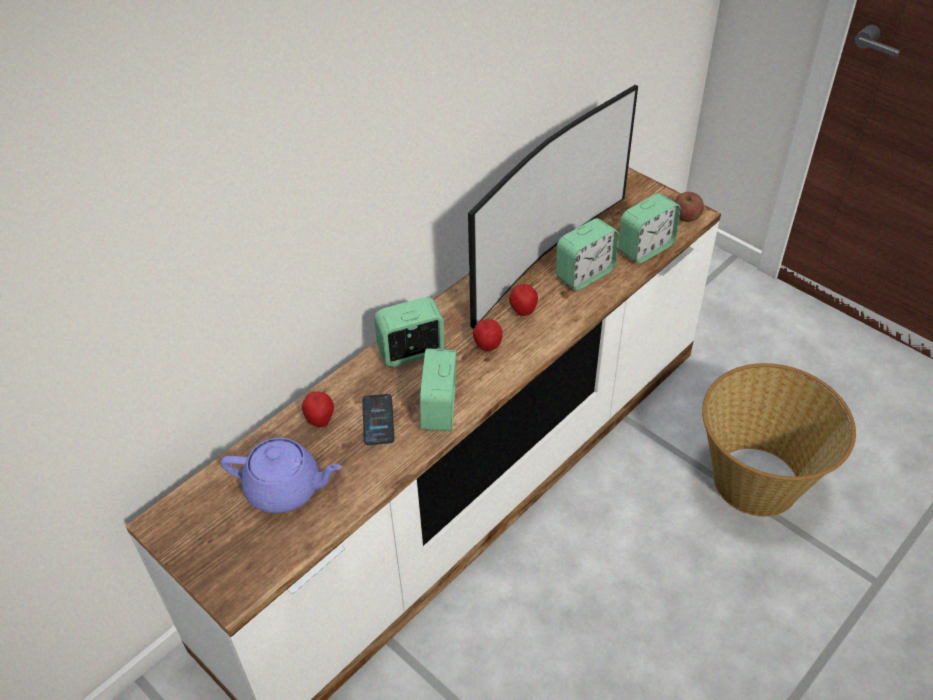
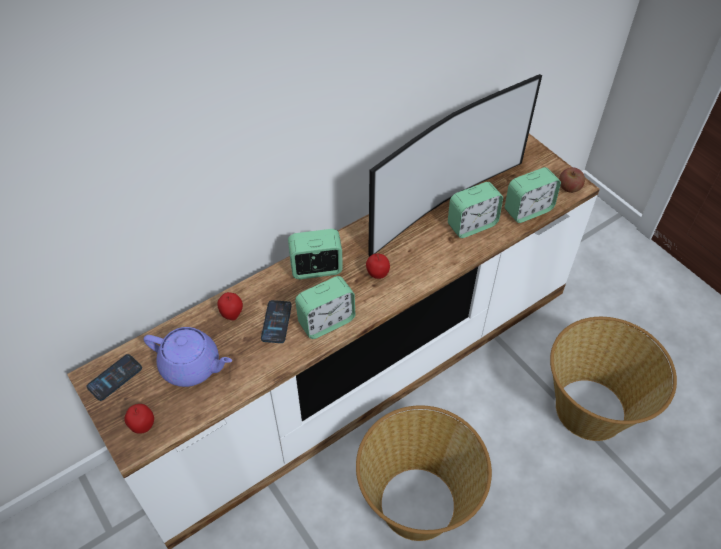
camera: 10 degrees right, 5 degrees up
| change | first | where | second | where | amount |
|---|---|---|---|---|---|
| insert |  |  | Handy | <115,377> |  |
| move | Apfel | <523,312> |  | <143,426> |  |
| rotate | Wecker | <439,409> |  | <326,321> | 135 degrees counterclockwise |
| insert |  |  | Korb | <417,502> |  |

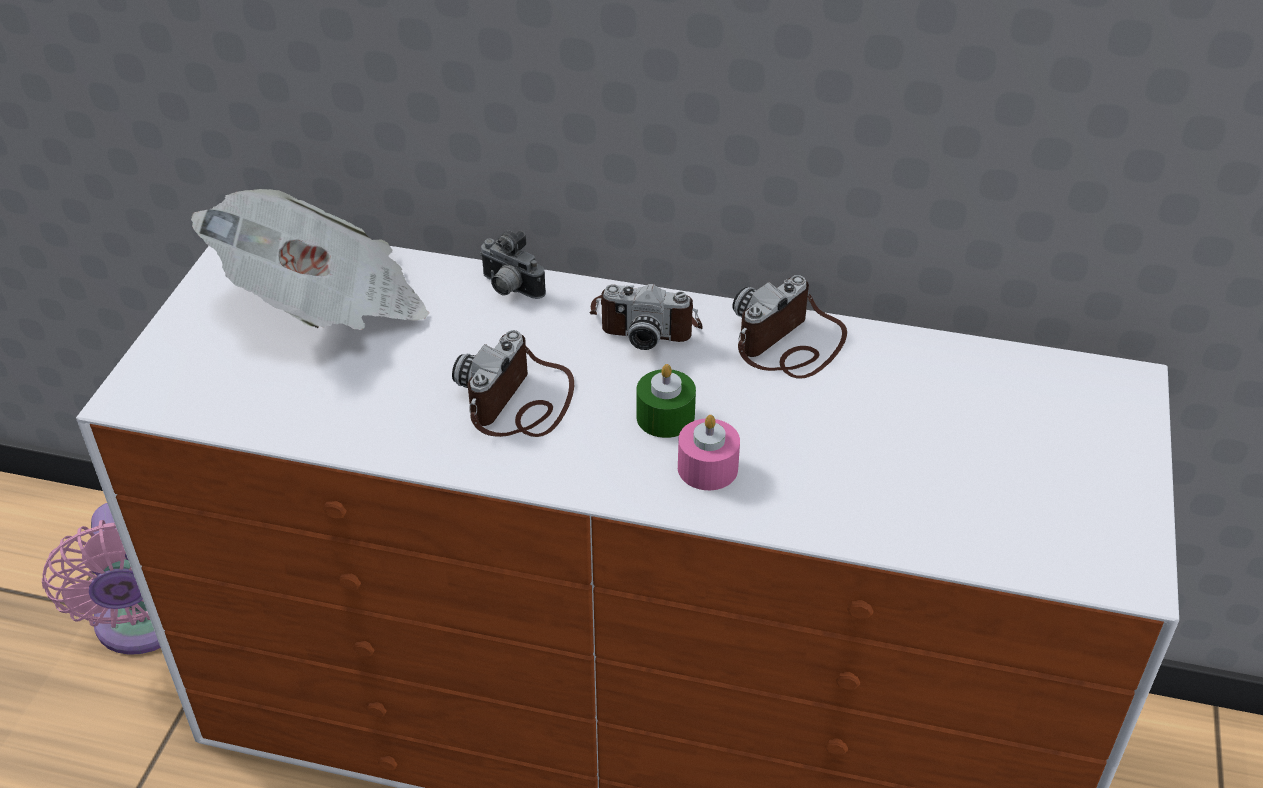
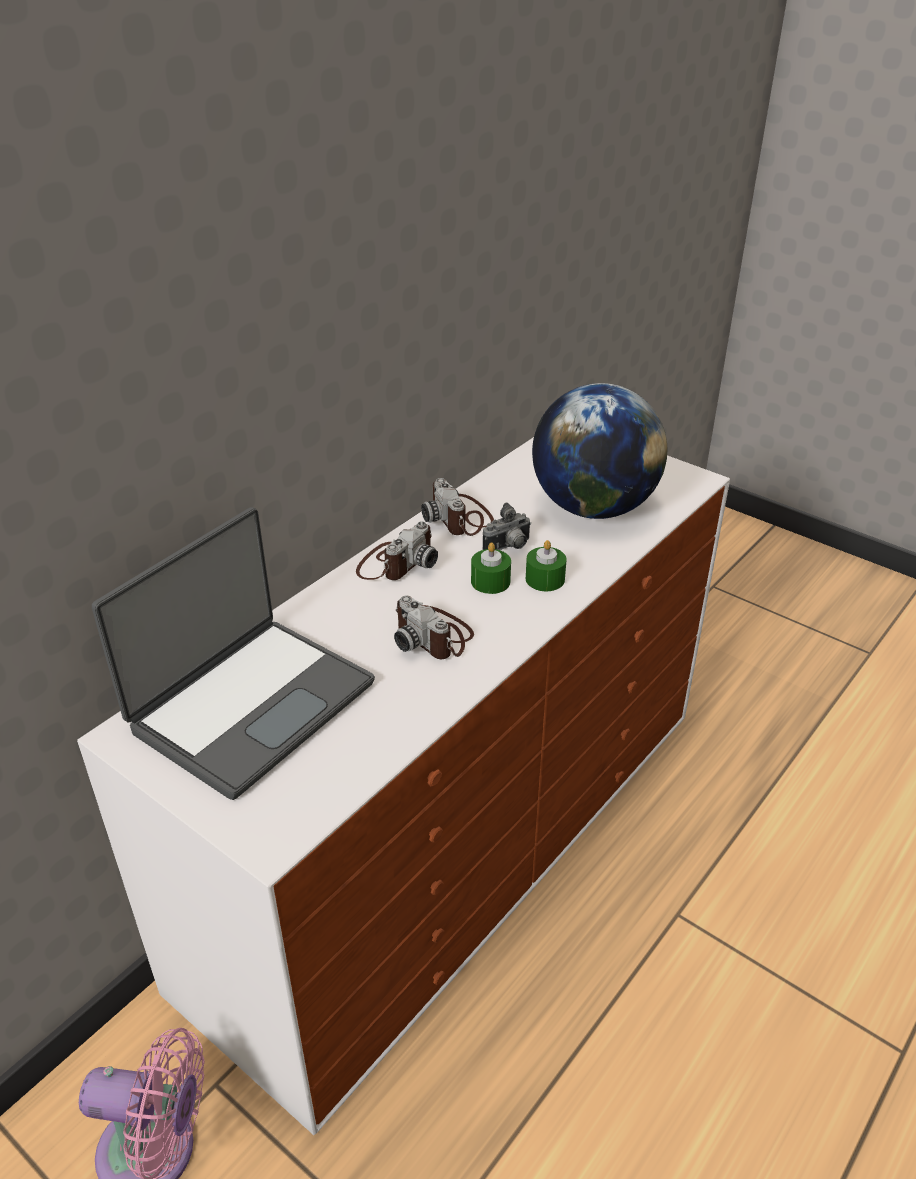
camera: 65 degrees left, 5 degrees down
| change | first | where | second | where | amount |
|---|---|---|---|---|---|
| replace | Zeitung | <325,306> | Laptop | <250,704> |  |
| move | Kamera | <509,289> |  | <509,547> |  |
| recolor | Kerze/rosa | <707,468> | Kerze/grün | <545,579> |  |
| insert |  |  | Globus | <593,508> |  |

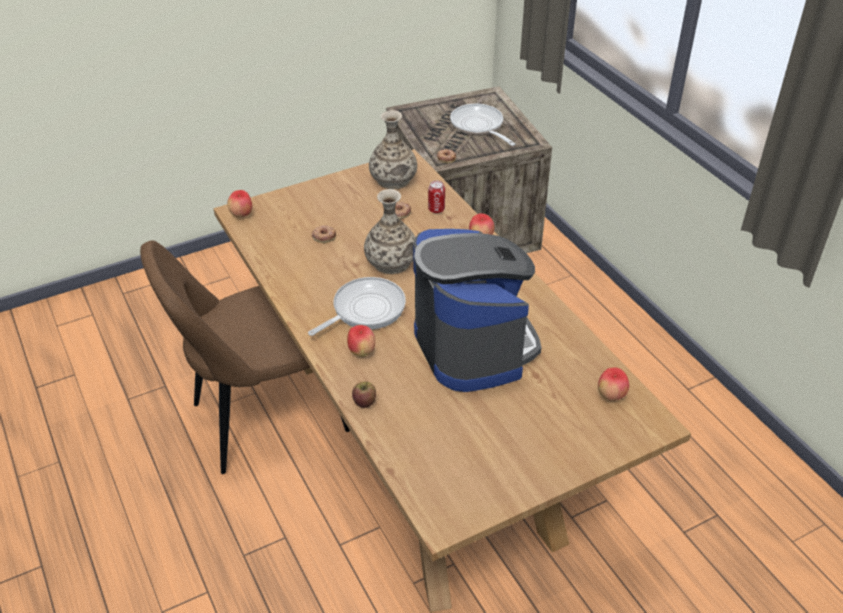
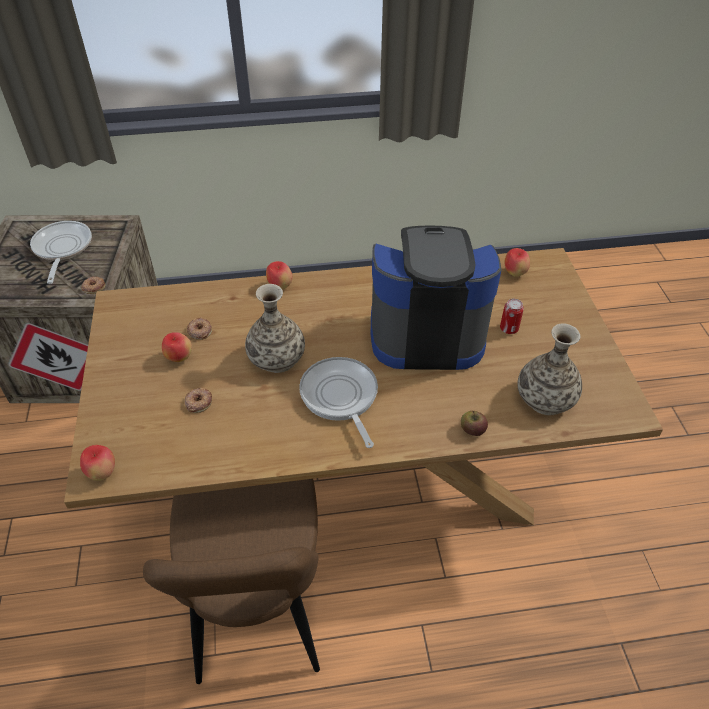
camera: 70 degrees left, 5 degrees up
| change | first | where | second | where | amount |
|---|---|---|---|---|---|
| rotate | Pfanne | <479,126> |  | <62,249> | 90 degrees clockwise |
| move | Apfel | <362,352> |  | <179,358> |  |
| move | Dose | <436,209> |  | <509,328> |  |
| move | Vase | <393,179> |  | <545,399> |  |

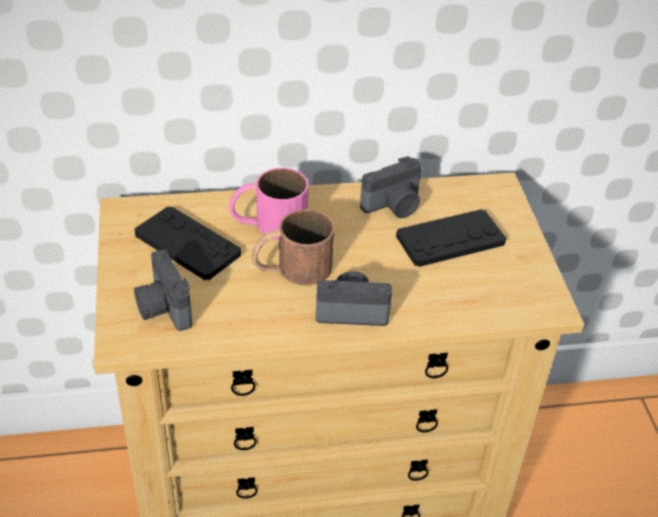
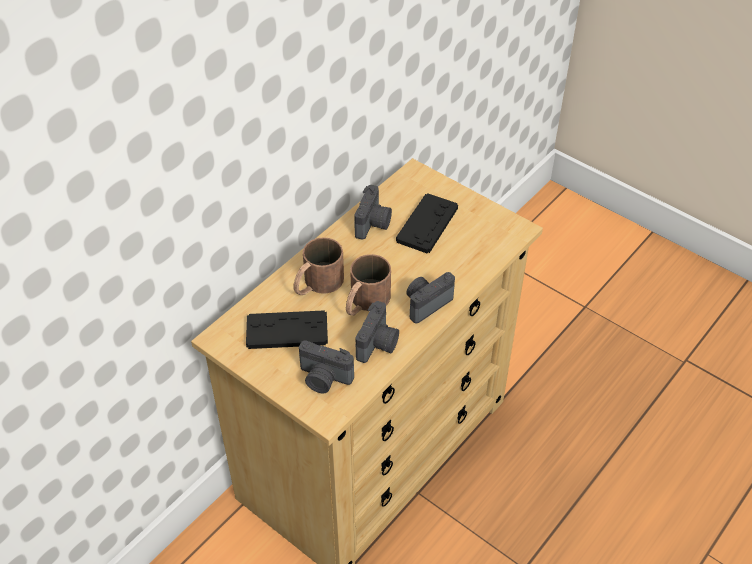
camera: 40 degrees left, 5 degrees up
| change | first | where | second | where | amount |
|---|---|---|---|---|---|
| recolor | Henkelbecher/rosa | <268,223> | Henkelbecher/braun | <317,284> |  |
| insert |  |  | Kamera | <378,344> |  |

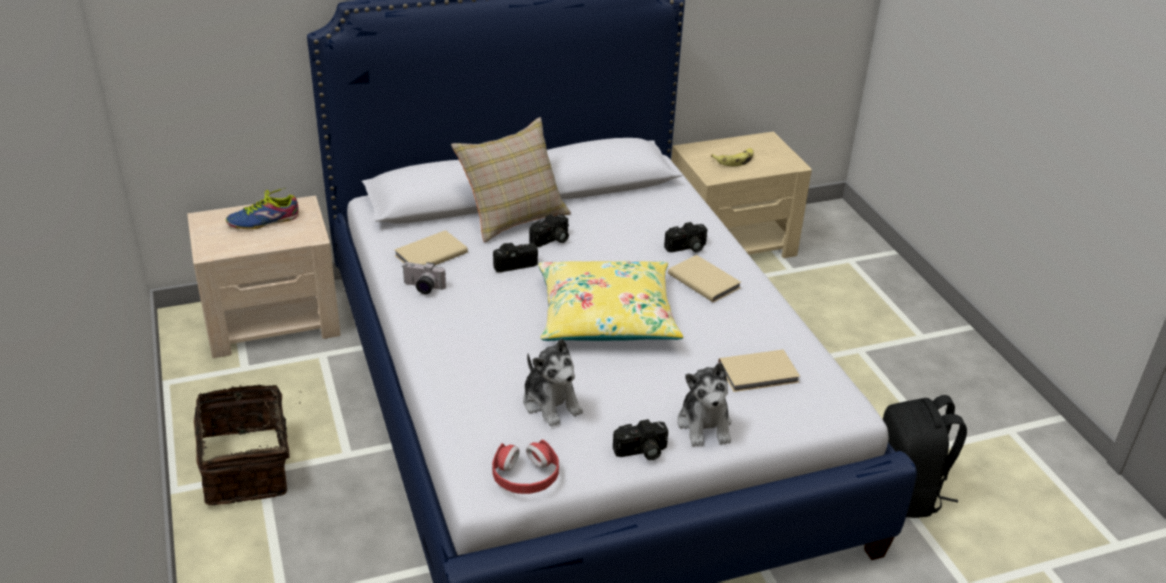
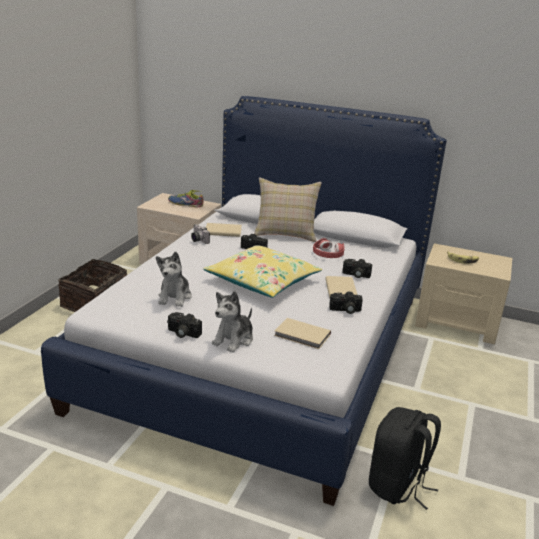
camera: 40 degrees right, 10 degrees down
| change | first | where | second | where | amount |
|---|---|---|---|---|---|
| move | Kopfhörer/rot | <525,476> |  | <328,254> |  |
| move | Kamera | <551,240> |  | <345,310> |  |

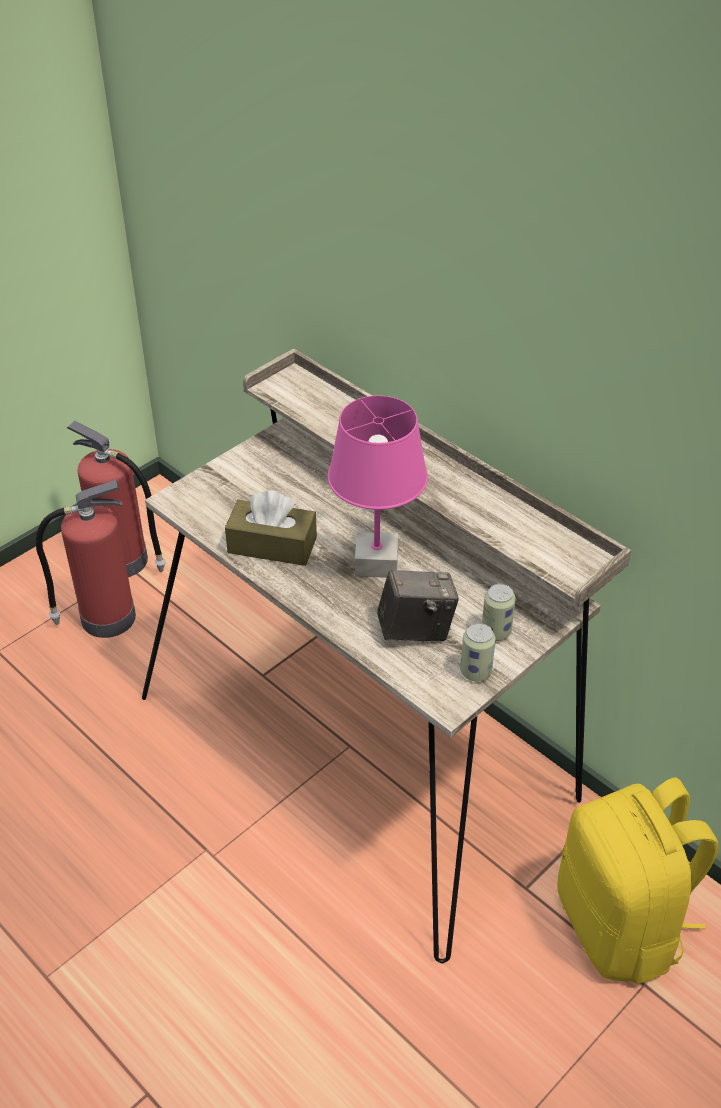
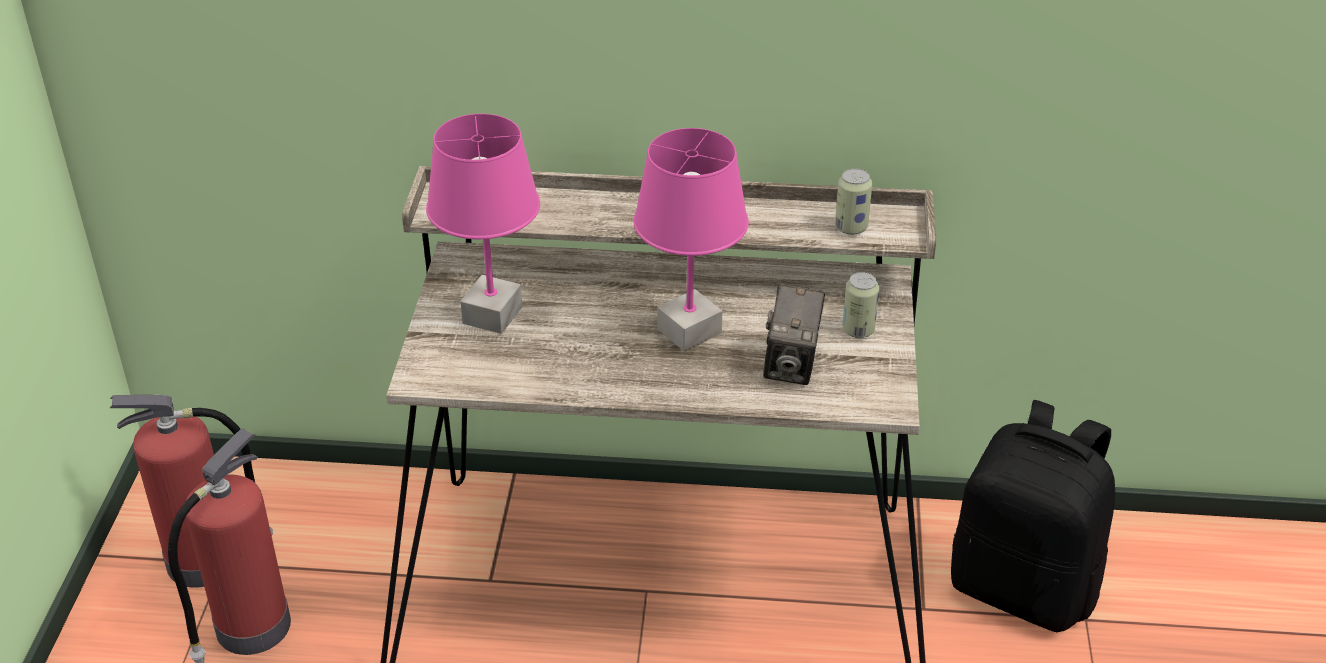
camera: 40 degrees left, 5 degrees down
| change | first | where | second | where | amount |
|---|---|---|---|---|---|
| insert |  |  | Tischlampe/rosa | <492,314> |  |
| rotate | Kamera | <415,629> |  | <791,365> | 150 degrees clockwise |
| move | Dose | <475,672> |  | <851,227> |  |
| recolor | Rucksack/gelb | <621,925> | Rucksack/schwarz | <1024,587> |  |
| delete | Taschentuchbox/braun | <272,545> |  |  |  |

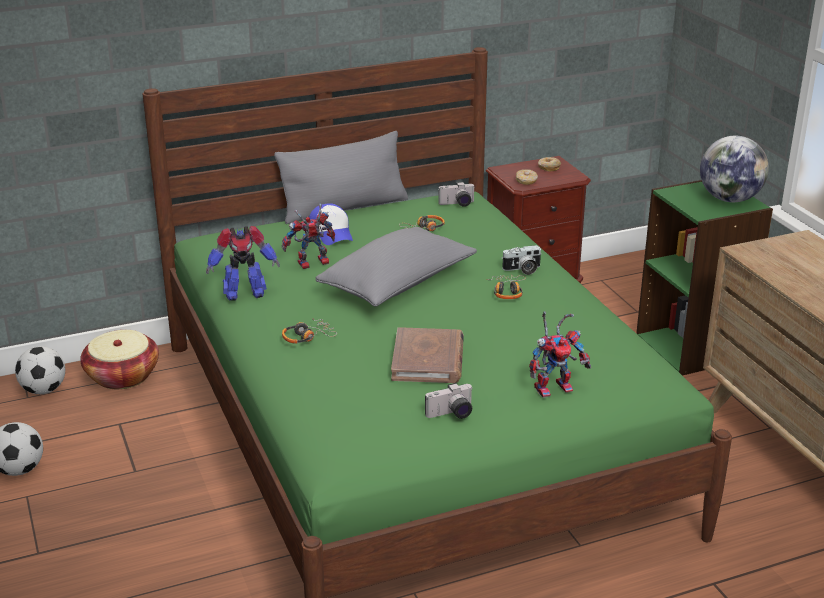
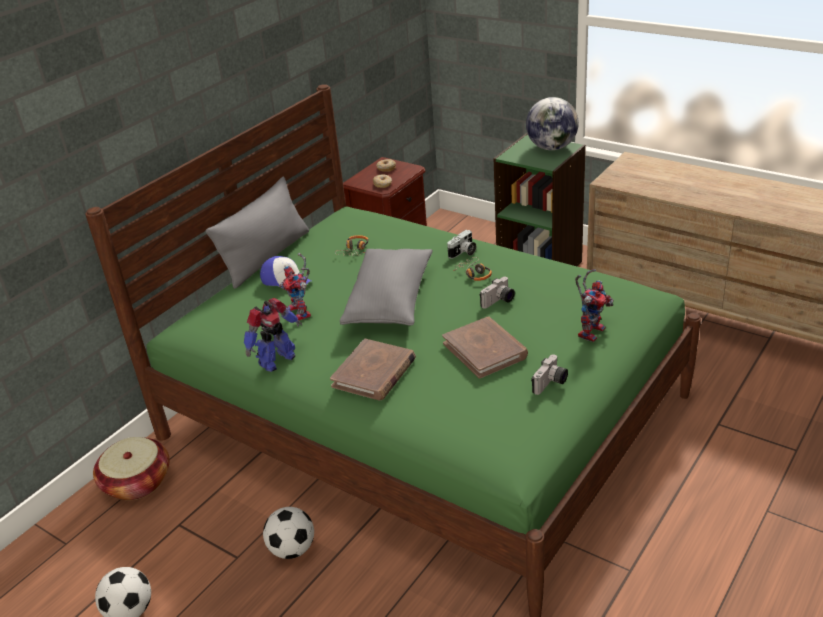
camera: 30 degrees left, 5 degrees up
| change | first | where | second | where | amount |
|---|---|---|---|---|---|
| move | Fußball | <44,390> |  | <292,549> |  |
| rotate | Spielzeugroboter | <311,264> |  | <302,313> | 60 degrees counterclockwise |
| replace | Kopfhörer | <307,337> | Buch/braun | <374,373> |  |
| move | Kamera | <457,204> |  | <499,301> |  |

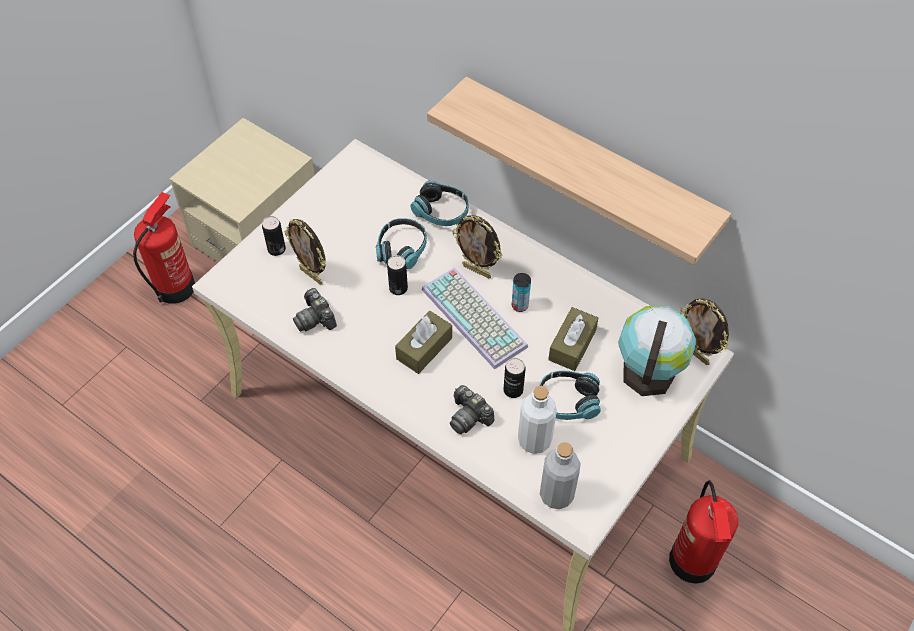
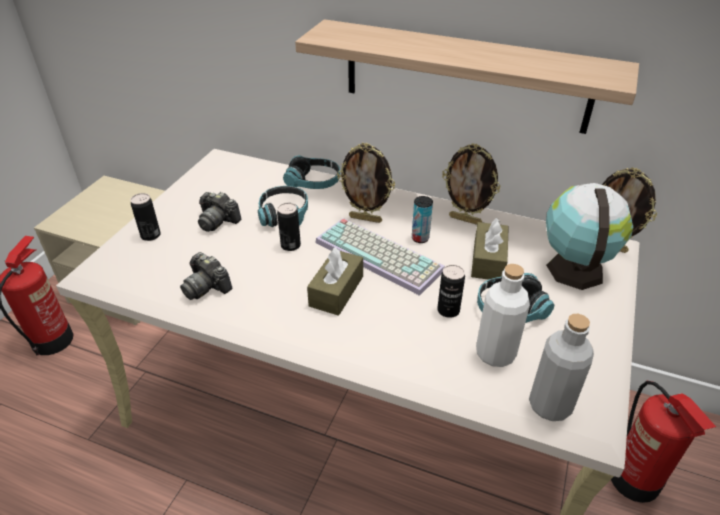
camera: 15 degrees left, 15 degrees down
| change | first | where | second | where | amount |
|---|---|---|---|---|---|
| move | Kamera | <469,417> |  | <217,221> |  |
| move | Bilderrahmen | <312,275> |  | <465,220> |  |

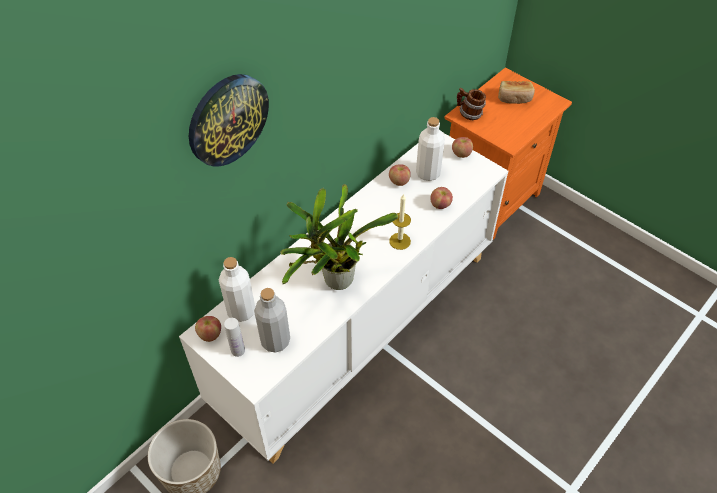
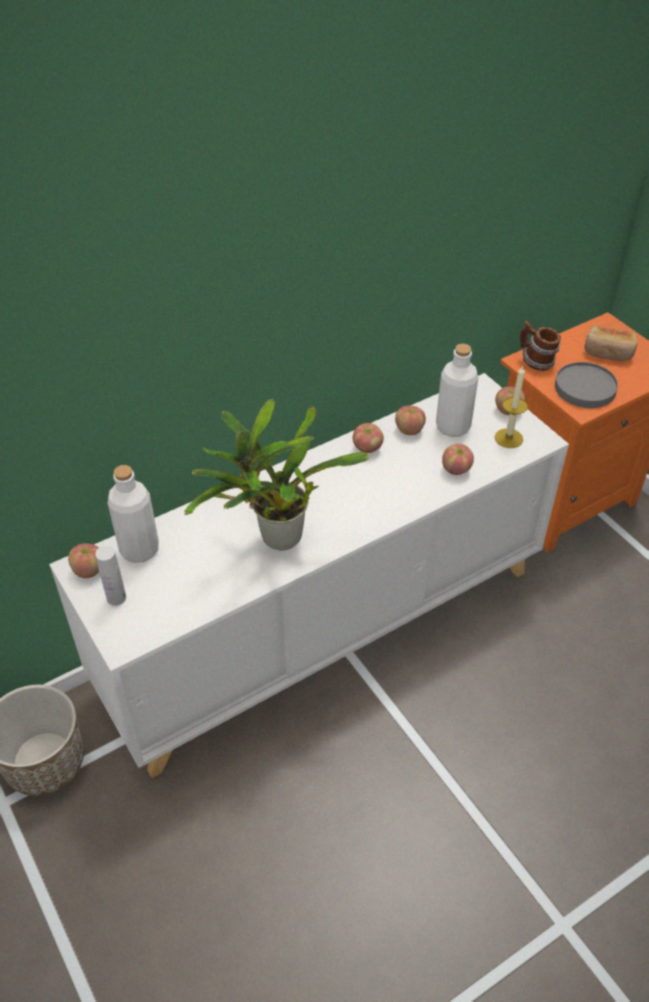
camera: 15 degrees right, 5 degrees down
| change | first | where | second | where | amount |
|---|---|---|---|---|---|
| insert |  |  | Apfel | <367,448> |  |
| move | Kerze | <400,241> |  | <508,438> |  |
| insert |  |  | Teller/grau | <585,388> |  |
| delete | Wanduhr | <227,119> |  |  |  |
| delete | Flasche/grau | <275,341> |  |  |  |

